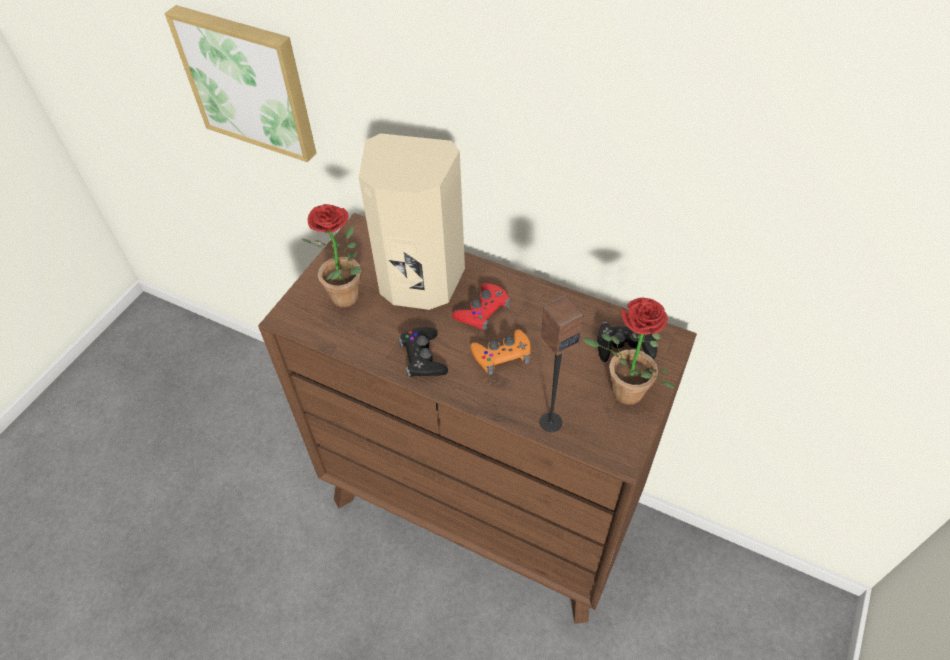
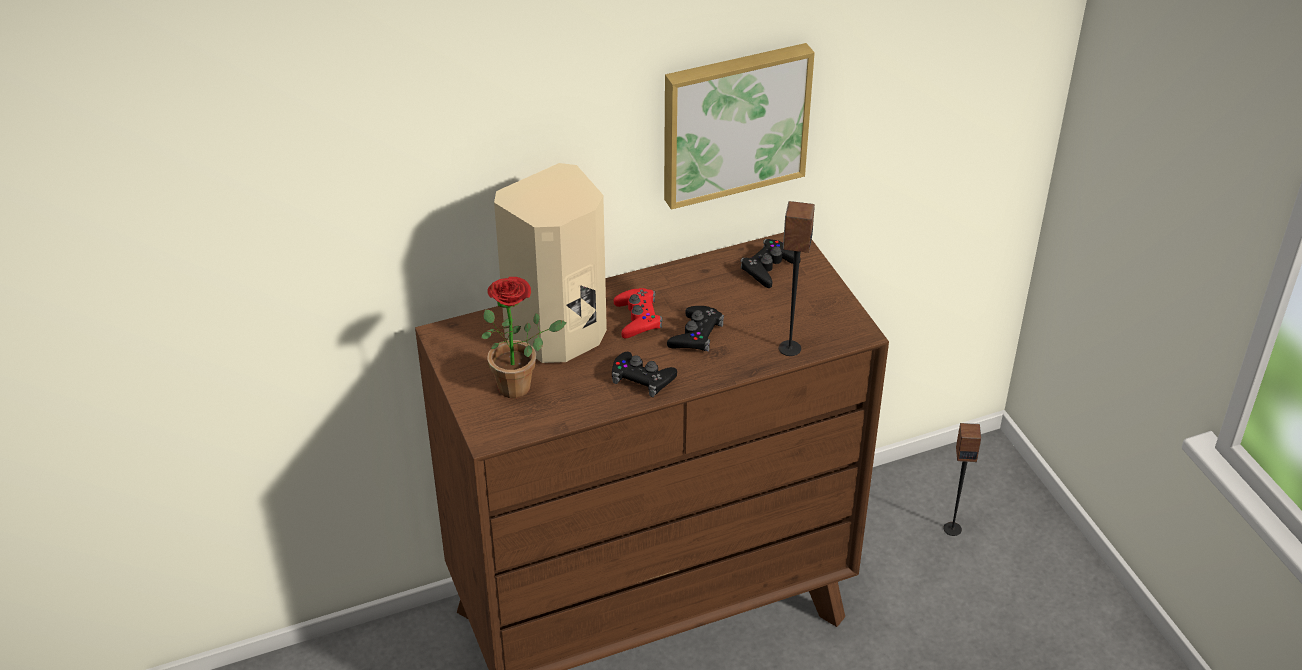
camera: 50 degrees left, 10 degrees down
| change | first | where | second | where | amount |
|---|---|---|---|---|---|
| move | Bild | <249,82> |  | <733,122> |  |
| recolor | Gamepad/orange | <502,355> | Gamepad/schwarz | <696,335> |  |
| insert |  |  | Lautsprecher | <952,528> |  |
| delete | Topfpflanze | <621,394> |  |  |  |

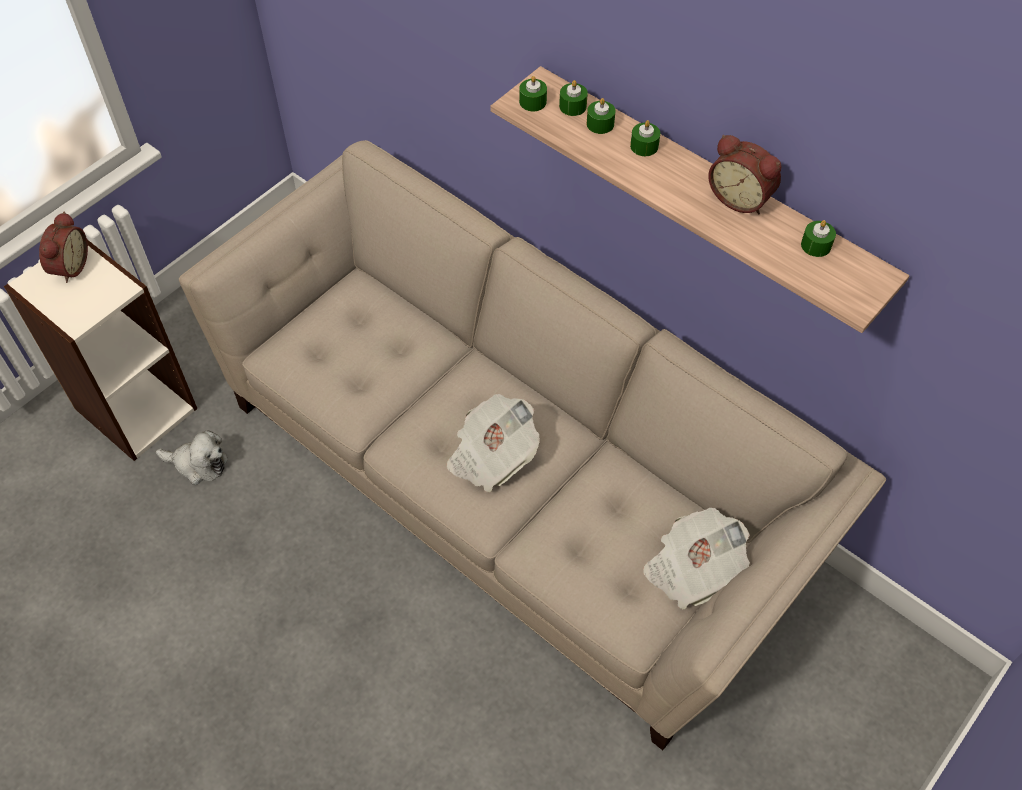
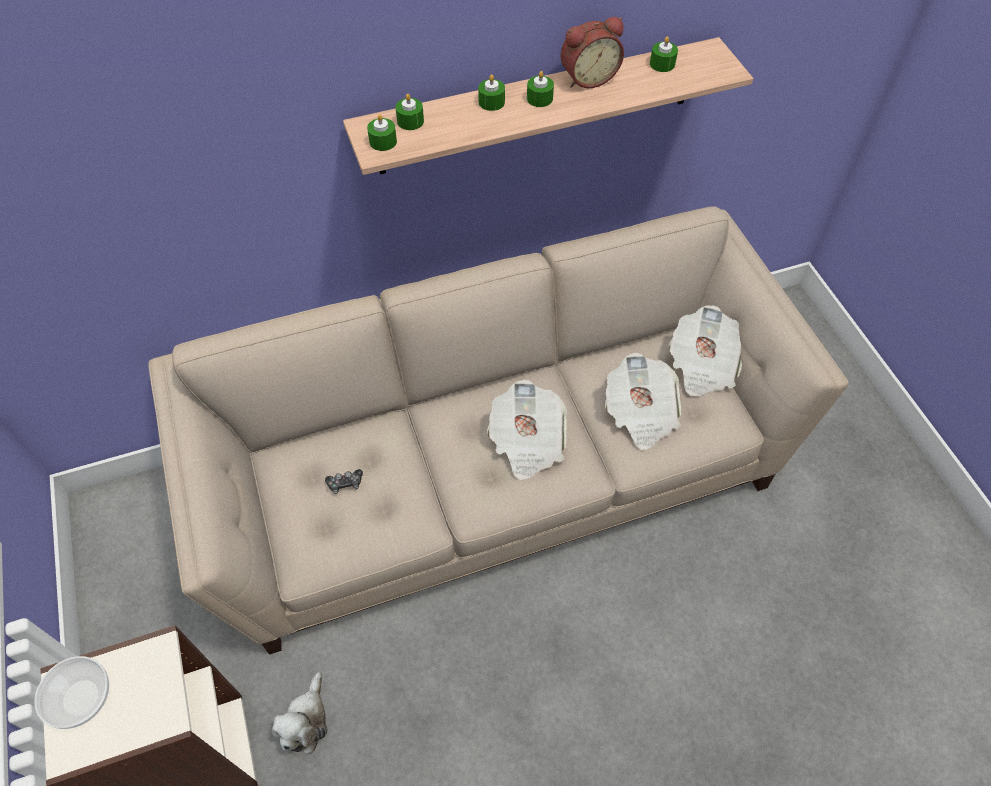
camera: 60 degrees left, 0 degrees up
| change | first | where | second | where | amount |
|---|---|---|---|---|---|
| replace | Wecker | <68,266> | Schüssel | <80,698> |  |
| rotate | Plüschtier | <198,464> |  | <305,721> | 150 degrees clockwise |
| insert |  |  | Gamepad | <345,484> |  |
| move | Kerze/grün | <600,124> |  | <539,98> |  |
| insert |  |  | Zeitung | <640,414> |  |

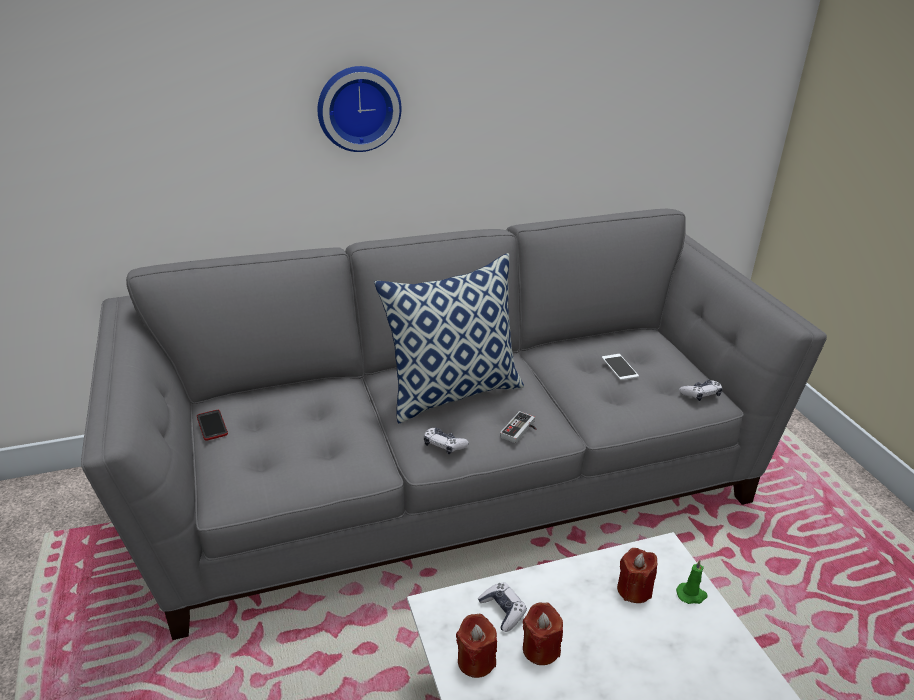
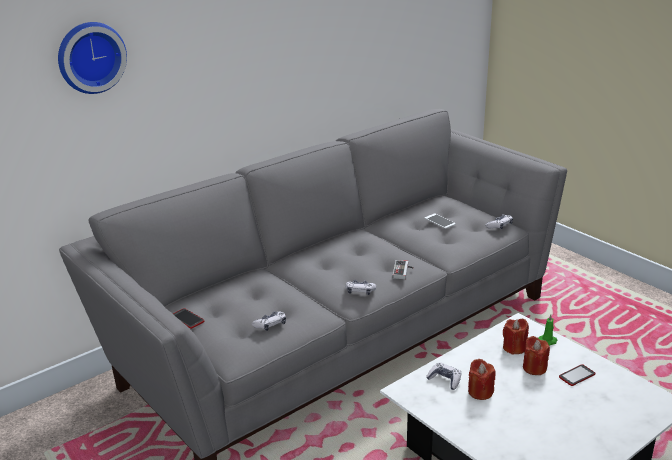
camera: 20 degrees left, 5 degrees down
| change | first | where | second | where | amount |
|---|---|---|---|---|---|
| move | Wanduhr | <358,108> |  | <90,57> |  |
| insert |  |  | Gamepad | <270,325> |  |
| move | Kerze/rot | <476,661> |  | <534,368> |  |
| insert |  |  | Handy | <577,376> |  |
| delete | Kissen | <453,392> |  |  |  |

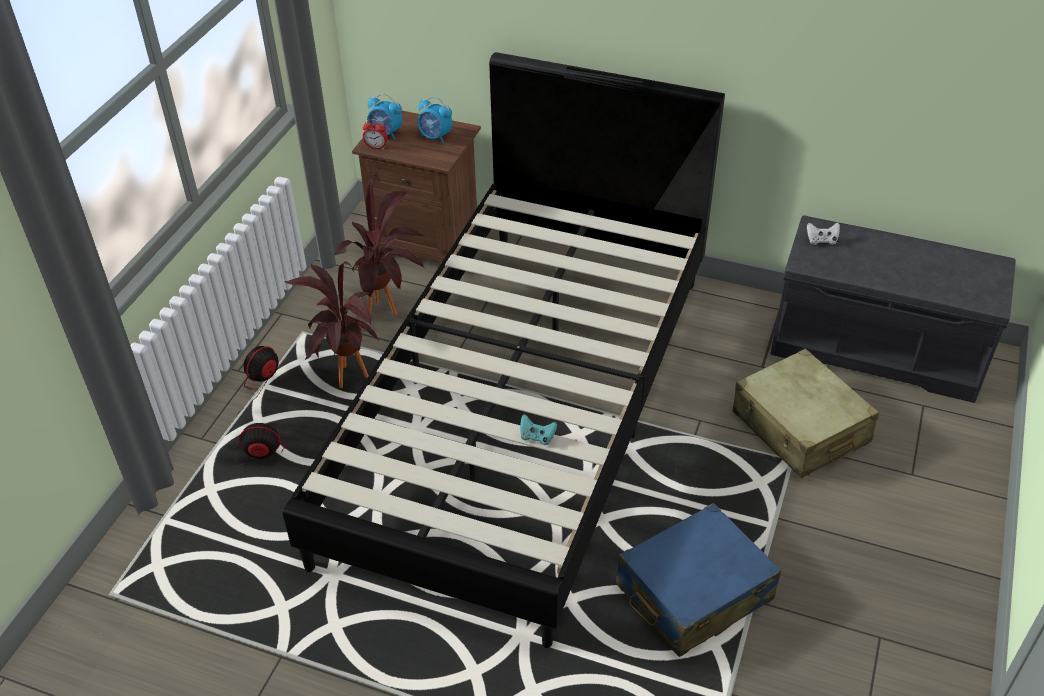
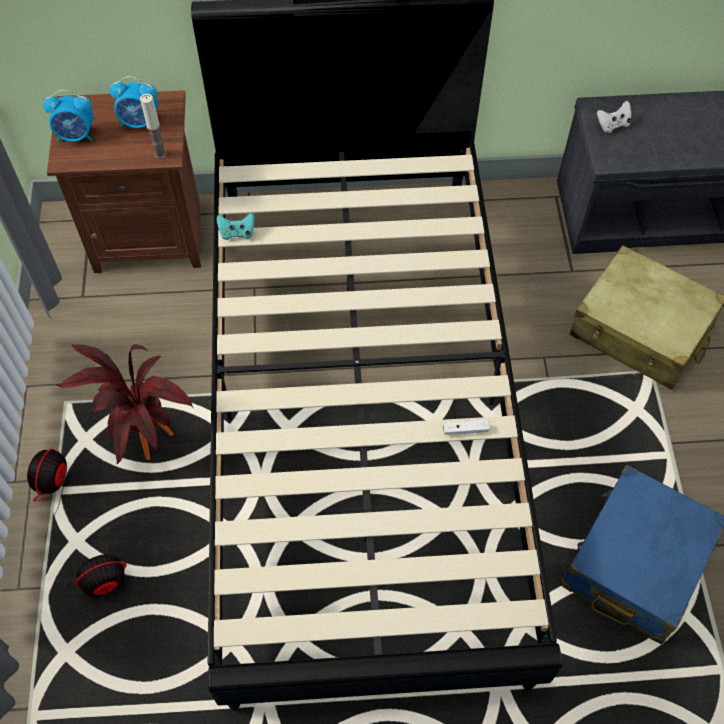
camera: 25 degrees left, 15 degrees up
| change | first | where | second | where | amount |
|---|---|---|---|---|---|
| insert |  |  | Kerze | <160,154> |  |
| move | Gamepad/türkis | <537,437> |  | <237,233> |  |
| insert |  |  | Gamepad/weiß | <465,430> |  |
| delete | Topfpflanze | <389,312> |  |  |  |
| delete | Wecker | <376,147> |  |  |  |

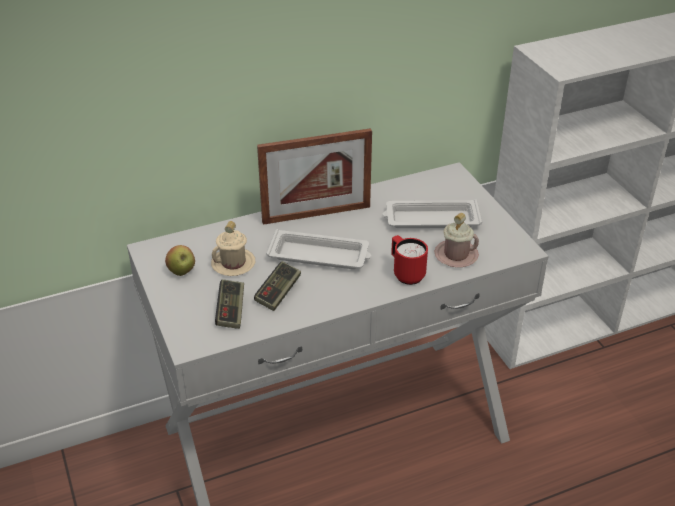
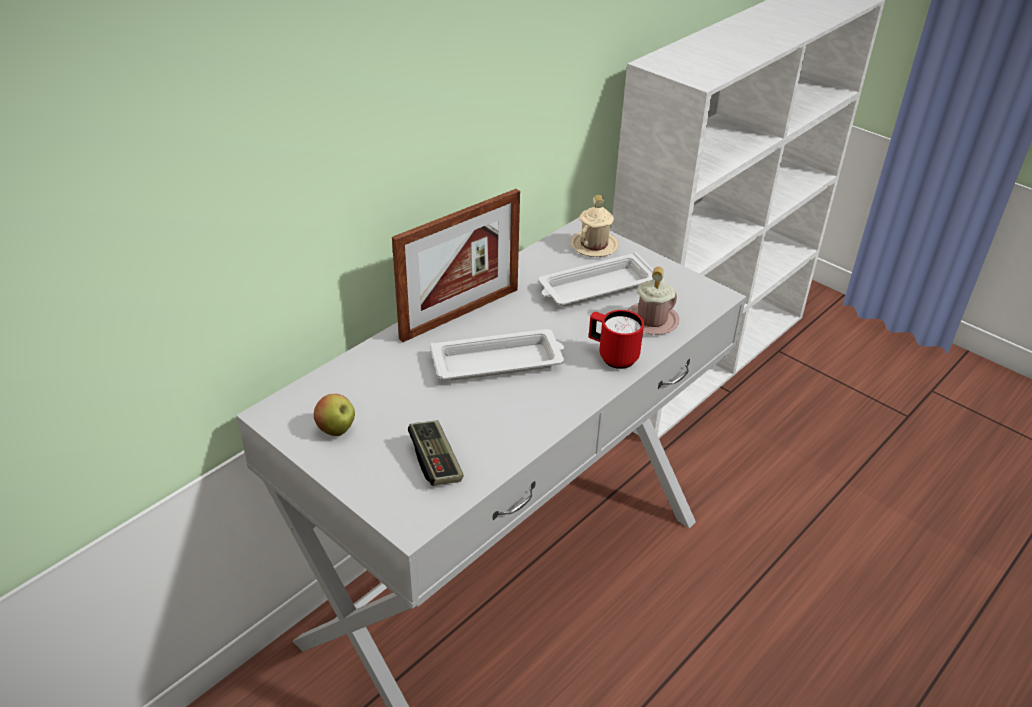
camera: 25 degrees left, 0 degrees up
| change | first | where | second | where | amount |
|---|---|---|---|---|---|
| move | Henkelbecher/beige | <233,264> |  | <594,246> |  |
| delete | Gamepad | <278,293> |  |  |  |

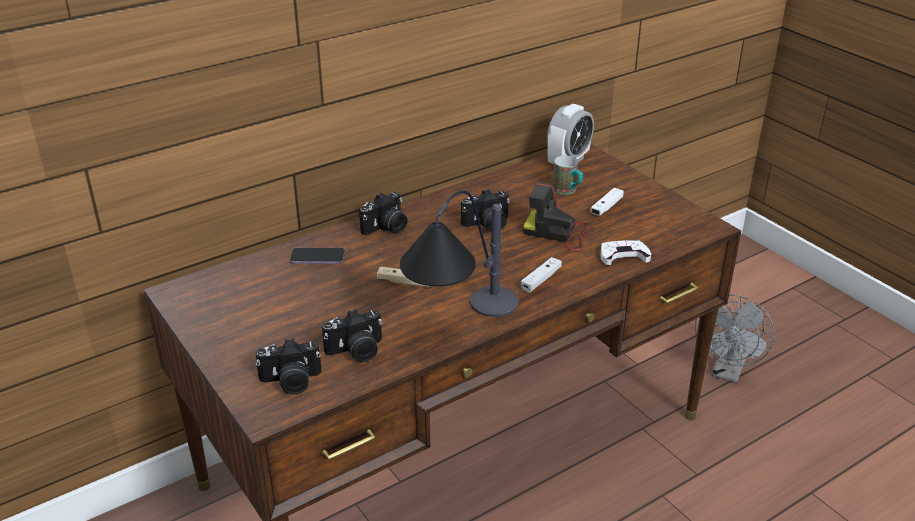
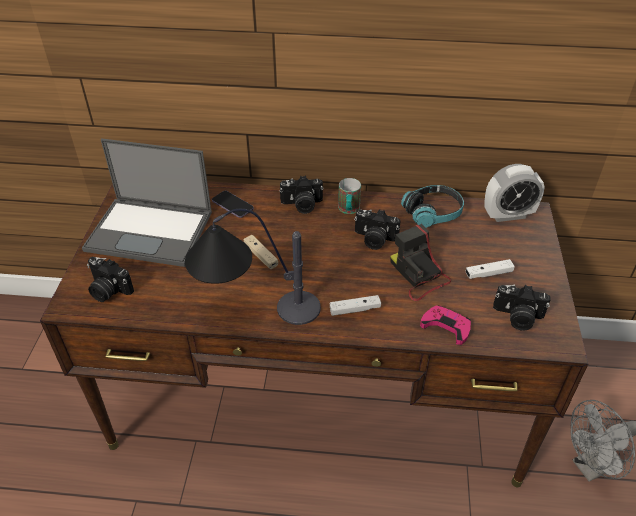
camera: 40 degrees right, 10 degrees up
| change | first | where | second | where | amount |
|---|---|---|---|---|---|
| insert |  |  | Laptop | <151,231> |  |
| move | Henkelbecher | <568,191> |  | <348,210> |  |
| insert |  |  | Kopfhörer | <432,213> |  |
| recolor | Gamepad/weiß | <623,256> | Gamepad/rosa | <446,326> |  |
| move | Kamera | <356,351> |  | <517,317> |  |

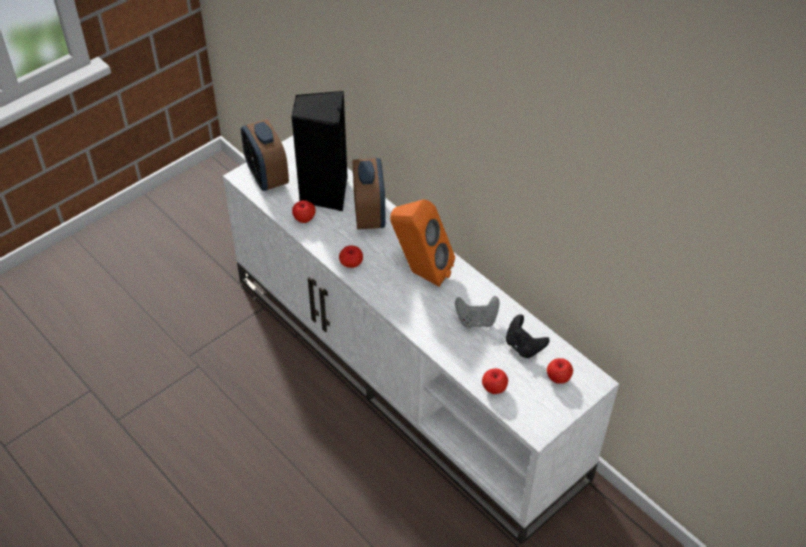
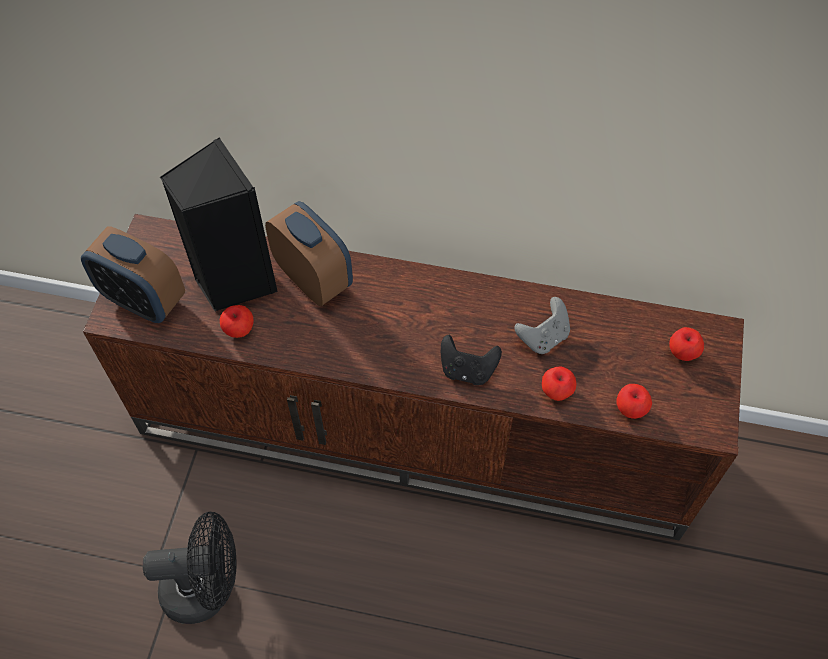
camera: 35 degrees left, 10 degrees up
| change | first | where | second | where | amount |
|---|---|---|---|---|---|
| recolor | Fernsehschrank/weiß | <407,373> | Fernsehschrank/braun | <418,426> |  |
| insert |  |  | Ventilator/schwarz | <206,589> |  |
| move | Gamepad/schwarz | <523,346> |  | <467,370> |  |
| move | Apfel | <351,264> |  | <556,391> |  |
| delete | Lautsprecher/orange | <420,272> |  |  |  |

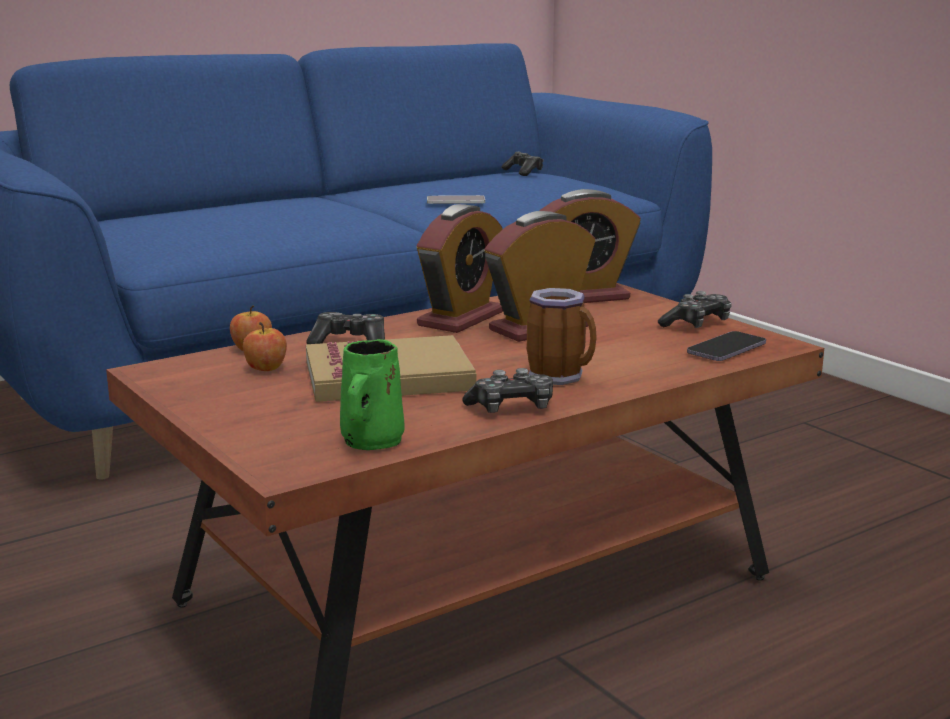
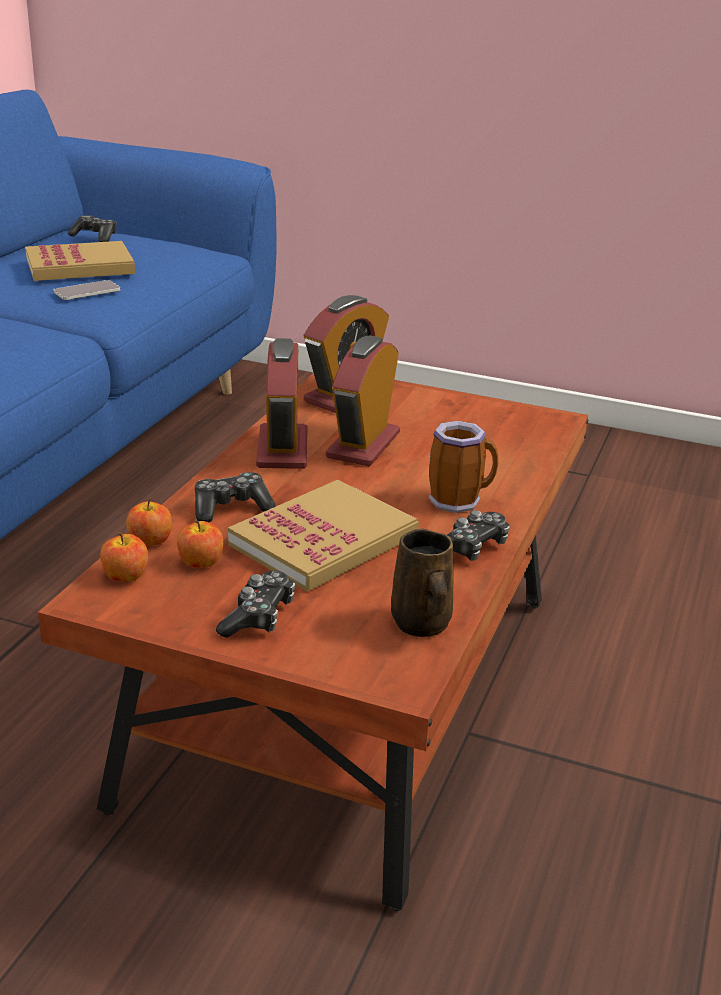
camera: 35 degrees left, 10 degrees up
| change | first | where | second | where | amount |
|---|---|---|---|---|---|
| insert |  |  | Buch | <80,266> |  |
| insert |  |  | Apfel | <125,576> |  |
| move | Gamepad | <697,324> |  | <258,617> |  |
| recolor | Henkelbecher/grün | <370,442> | Henkelbecher/braun | <421,625> |  |
| delete | Handy | <726,349> |  |  |  |

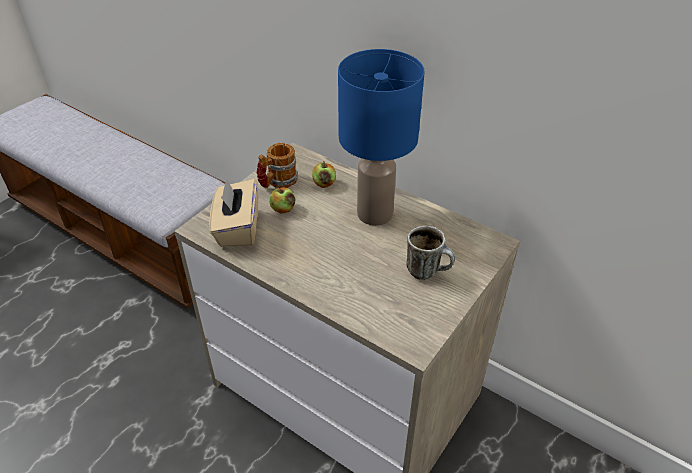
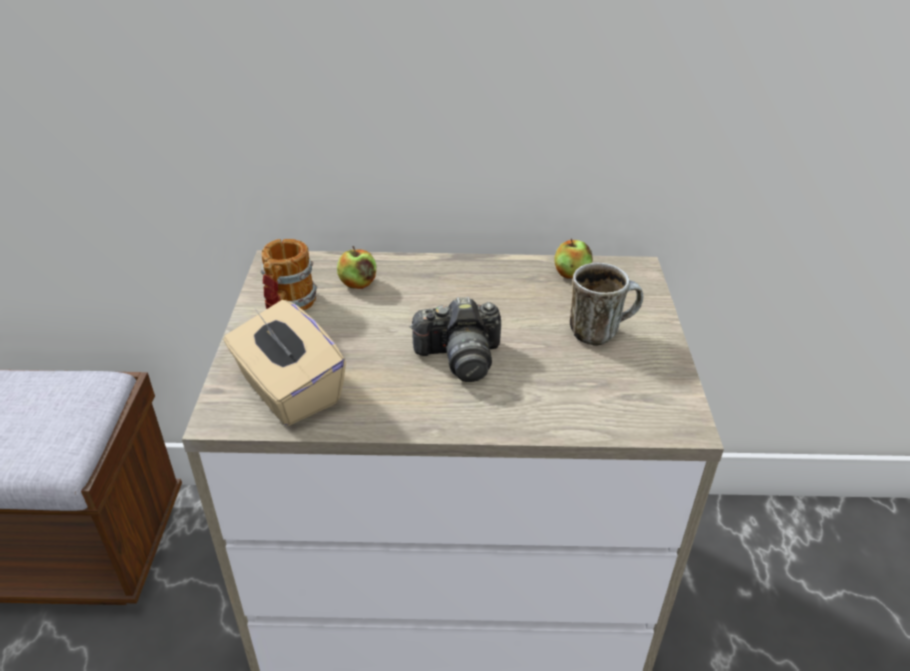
camera: 35 degrees left, 5 degrees down
| change | first | where | second | where | amount |
|---|---|---|---|---|---|
| insert |  |  | Kamera | <460,357> |  |
| move | Apfel | <283,209> |  | <571,273> |  |
| delete | Tischlampe/blau | <374,214> |  |  |  |

